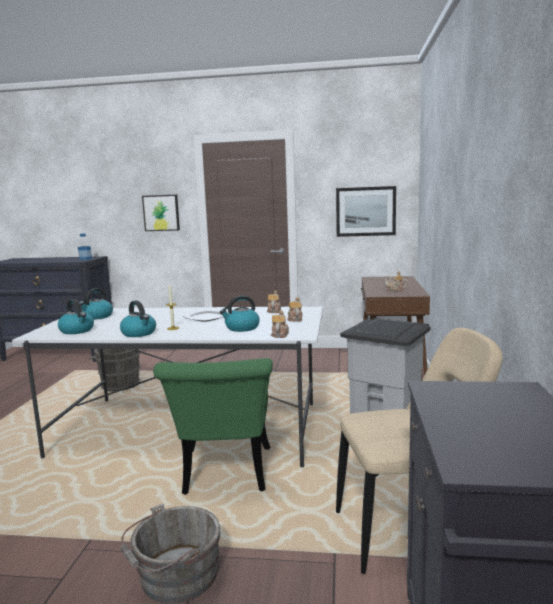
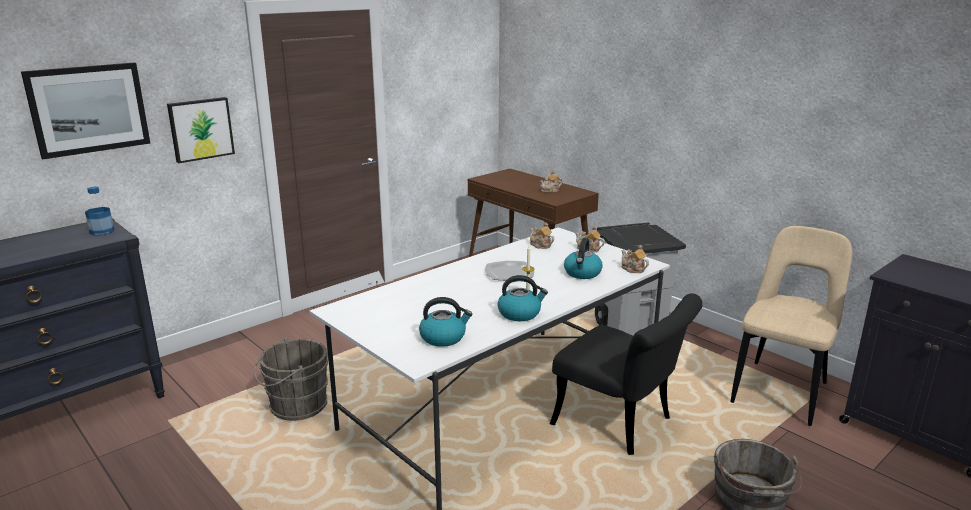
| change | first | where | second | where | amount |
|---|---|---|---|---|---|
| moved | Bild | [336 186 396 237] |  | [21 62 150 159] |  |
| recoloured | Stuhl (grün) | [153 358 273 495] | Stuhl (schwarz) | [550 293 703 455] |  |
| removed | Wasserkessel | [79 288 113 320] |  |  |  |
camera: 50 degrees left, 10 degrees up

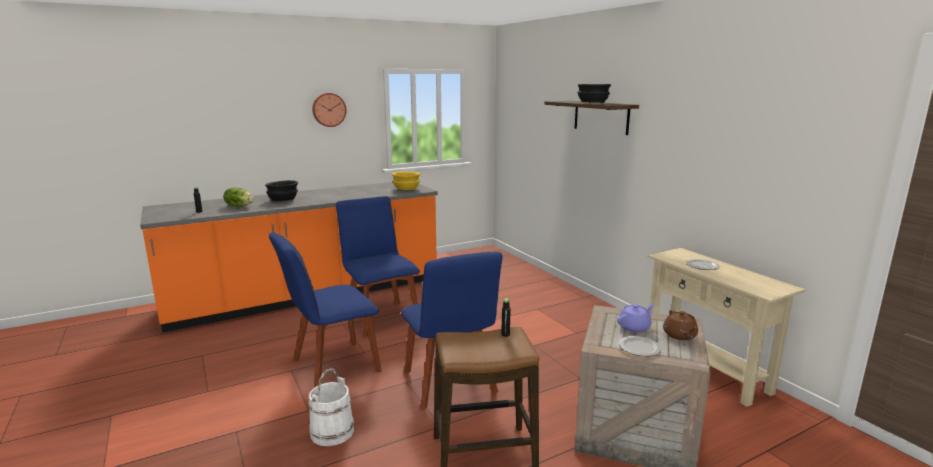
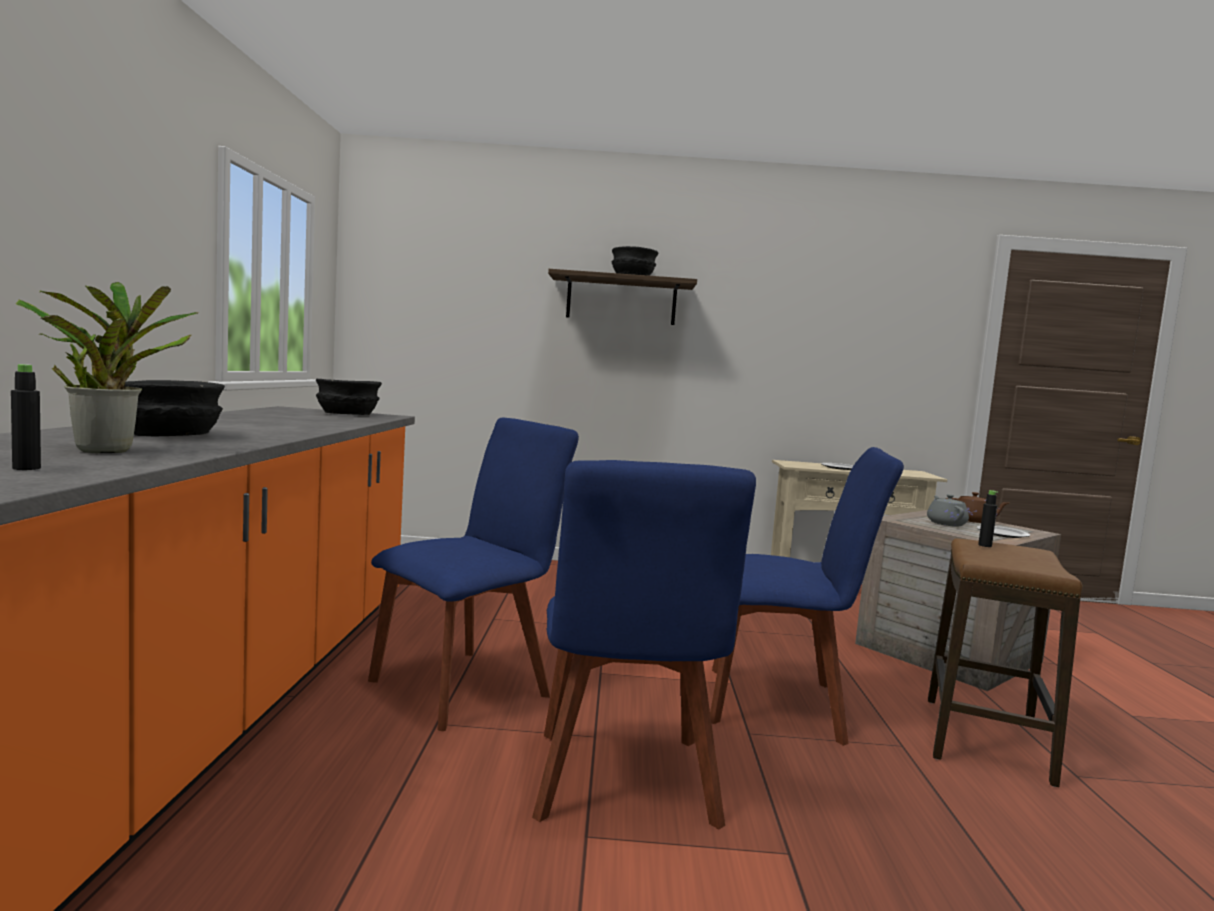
| change | first | where | second | where | amount |
|---|---|---|---|---|---|
| replaced | Salatkopf | [223 187 254 207] | Topfpflanze | [16 282 198 453] |  |
| recoloured | Schüssel (gelb) | [392 172 420 190] | Schüssel (schwarz) | [316 379 382 415] |  |
| turned | Stuhl (blau) | [336 196 420 337] |  | [368 418 579 731] | 135 degrees clockwise |
| recoloured | Teekanne (lila) | [617 304 655 333] | Teekanne (grau) | [927 494 969 527] |  |
| removed | Eimer (weiß) | [309 368 354 446] |  |  |  |
| removed | Wanduhr | [312 93 346 127] |  |  |  |
camera: 60 degrees left, 10 degrees down

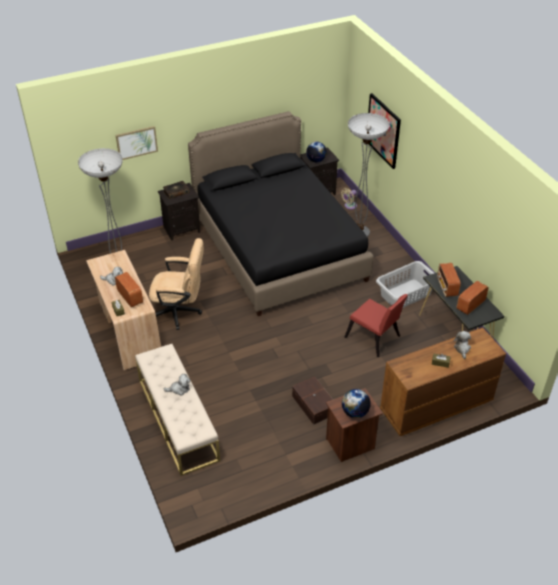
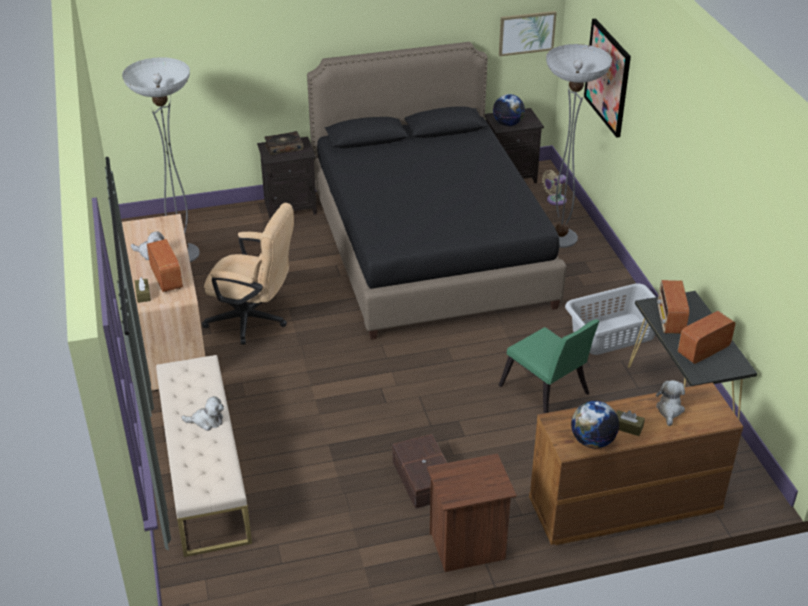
| change | first | where | second | where | amount |
|---|---|---|---|---|---|
| moved | Bild | [116 126 158 160] |  | [499 11 557 56] |  |
| recoloured | Stuhl (rot) | [344 294 408 357] | Stuhl (grün) | [499 319 599 413] |  |
| moved | Globus | [342 389 371 418] |  | [571 401 619 448] |  |
camera: 10 degrees right, 5 degrees down

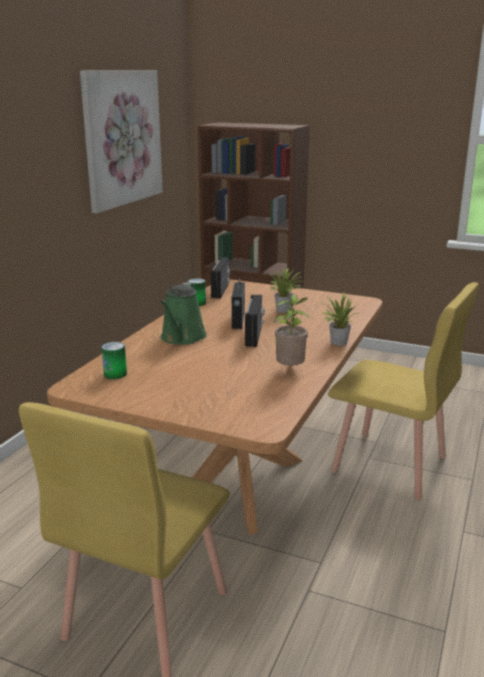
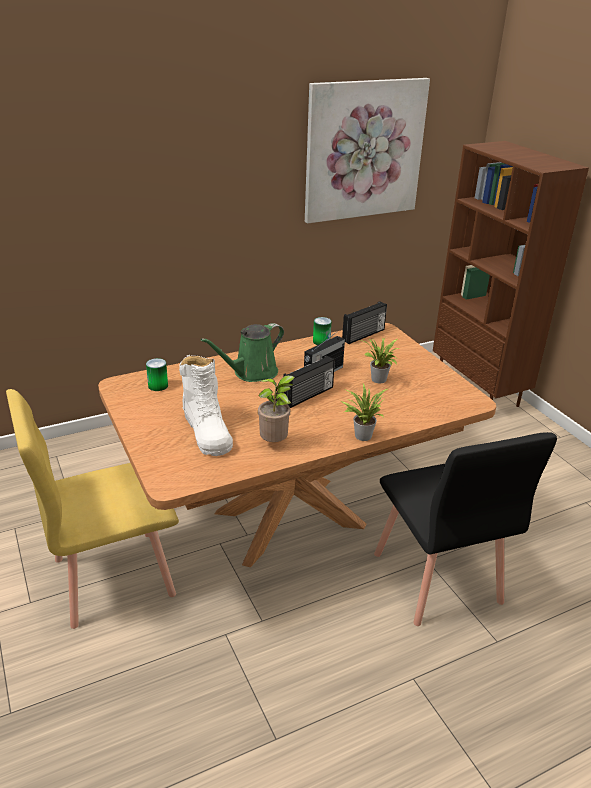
| change | first | where | second | where | amount |
|---|---|---|---|---|---|
| added |  |  | Stiefel (weiß) | [179 355 233 456] |  |
| recoloured | Stuhl (gelb) | [328 282 479 500] | Stuhl (schwarz) | [374 432 557 626] |  |
camera: 40 degrees right, 10 degrees up

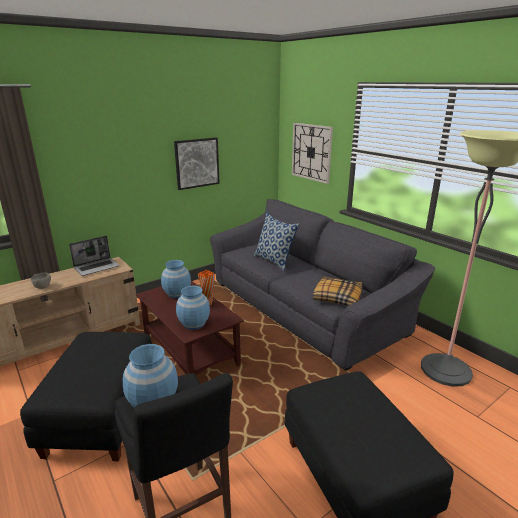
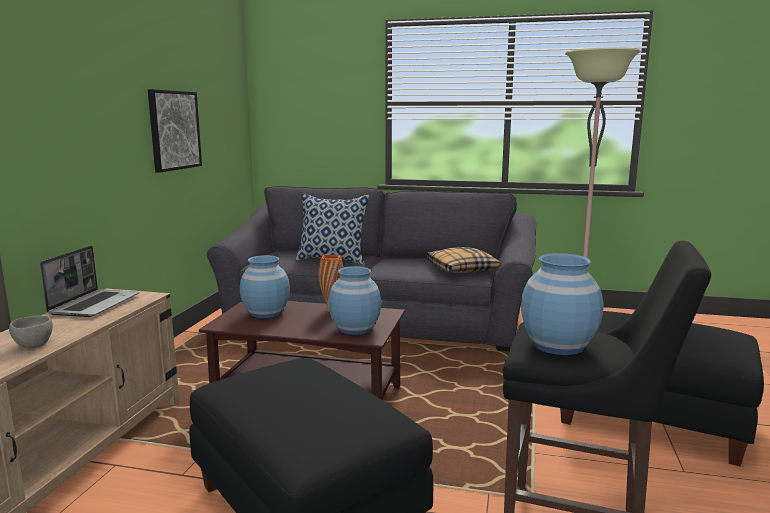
| change | first | where | second | where | amount |
|---|---|---|---|---|---|
| removed | Wanduhr | [292 123 333 184] |  |  |  |
camera: 40 degrees left, 10 degrees down

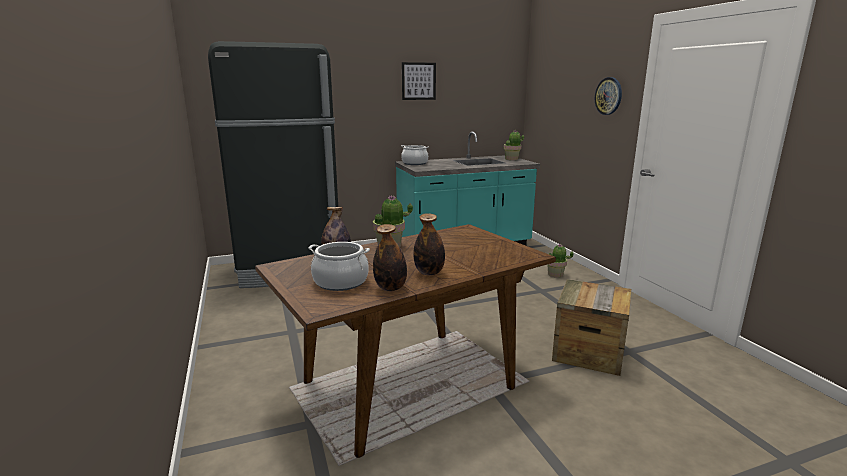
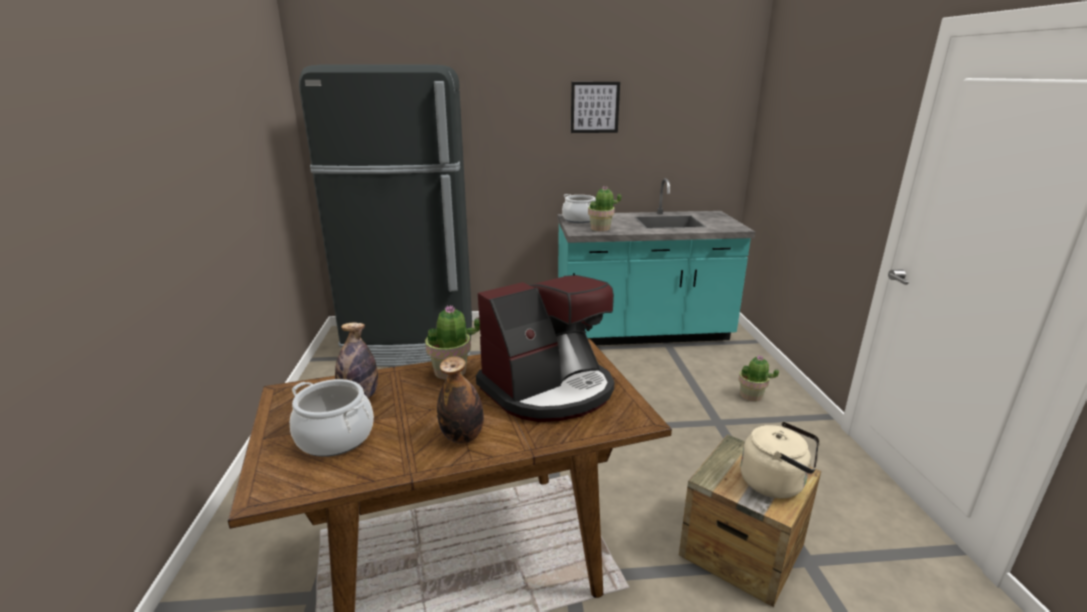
| change | first | where | second | where | amount |
|---|---|---|---|---|---|
| added |  |  | Kaffeemaschine | [476 275 614 422] |  |
| moved | Topfpflanze | [503 130 524 160] |  | [588 186 621 232] |  |
| added |  |  | Wasserkessel (beige) | [740 422 820 498] |  |
| removed | Flasche | [373 224 407 291] |  |  |  |
| removed | Wanduhr | [595 77 622 115] |  |  |  |
camera: 15 degrees right, 5 degrees up

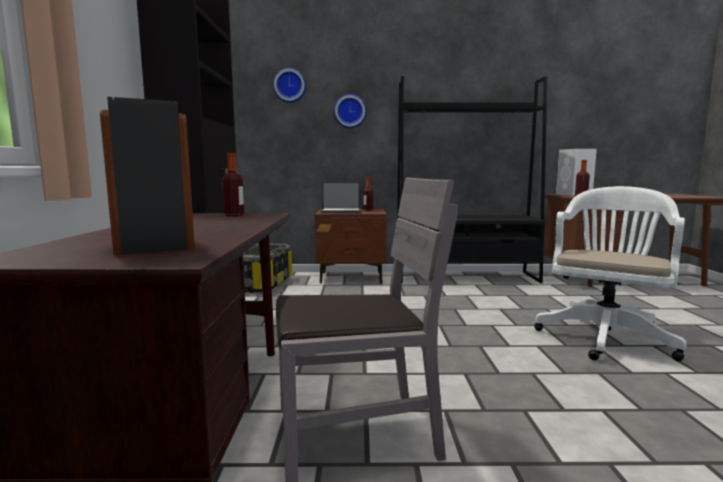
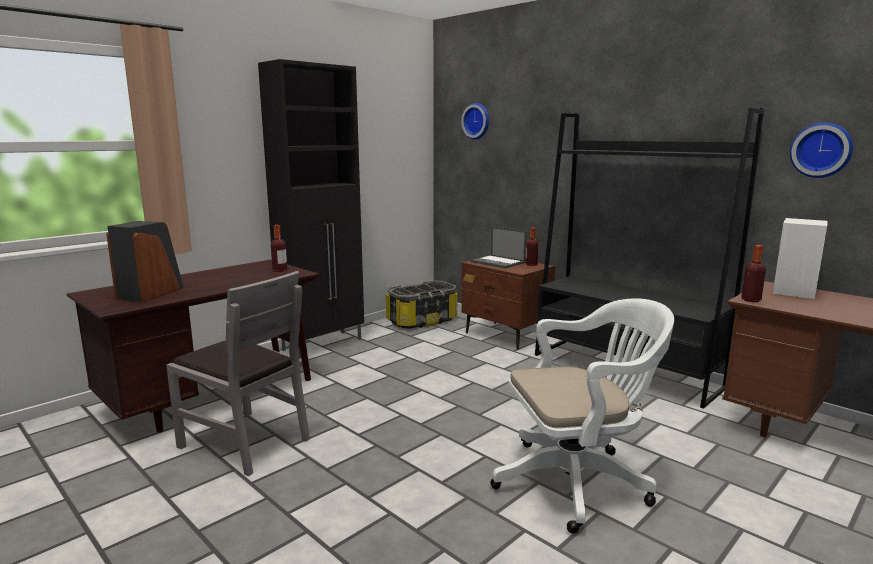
| change | first | where | second | where | amount |
|---|---|---|---|---|---|
| moved | Wanduhr | [334 94 367 128] |  | [790 123 853 178] |  |
camera: 45 degrees right, 5 degrees up

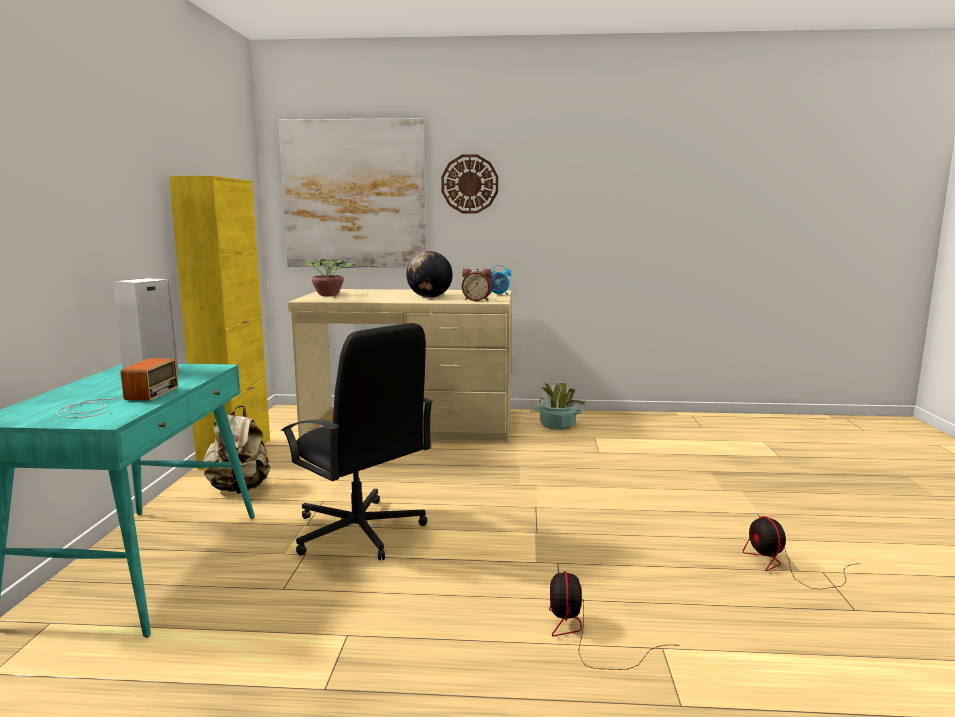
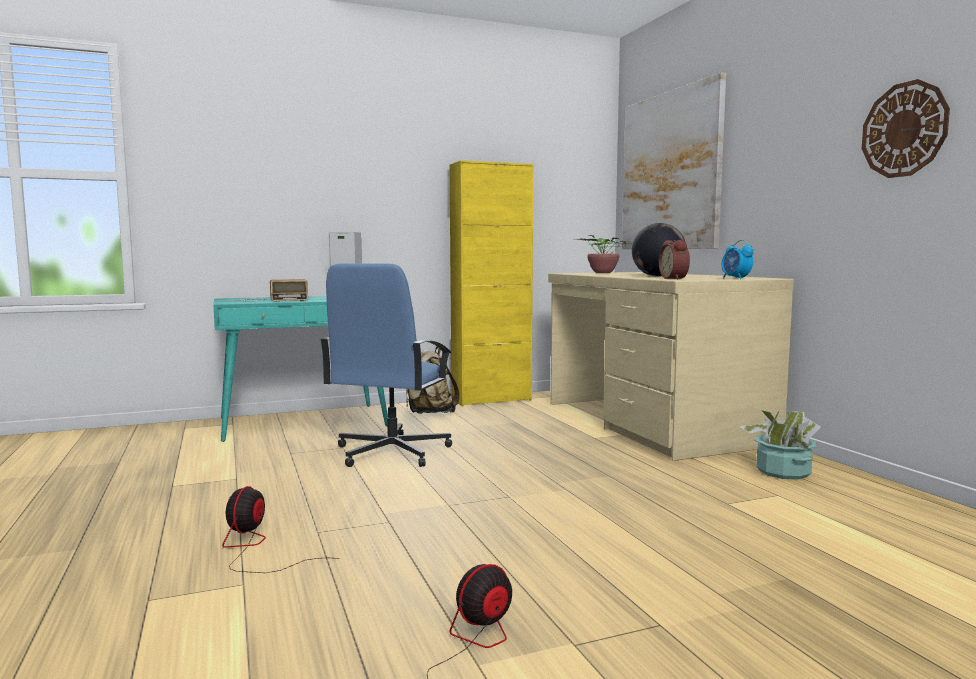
| change | first | where | second | where | amount |
|---|---|---|---|---|---|
| turned | Ventilator | [549 571 680 670] |  | [222 486 339 573] | 60 degrees counterclockwise |
| recoloured | Bürostuhl (schwarz) | [281 323 433 560] | Bürostuhl (blau) | [320 263 452 467] |  |
| moved | Wanduhr | [441 154 498 213] |  | [862 79 950 178] |  |
camera: 65 degrees right, 5 degrees down

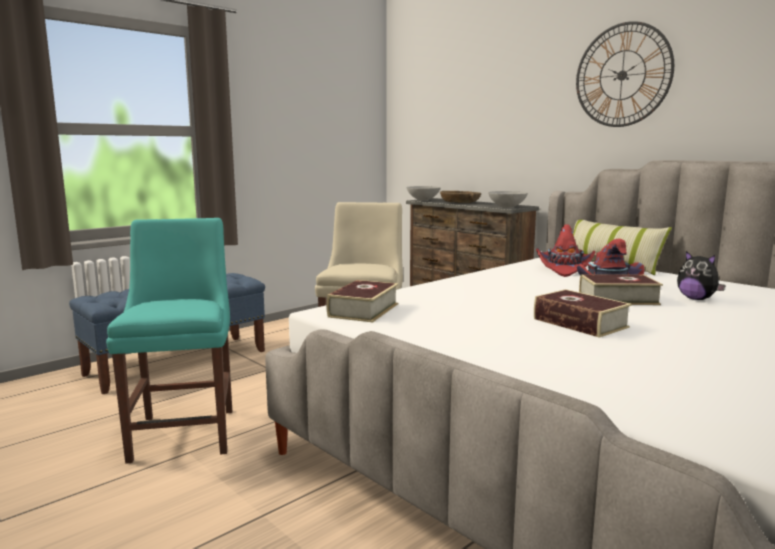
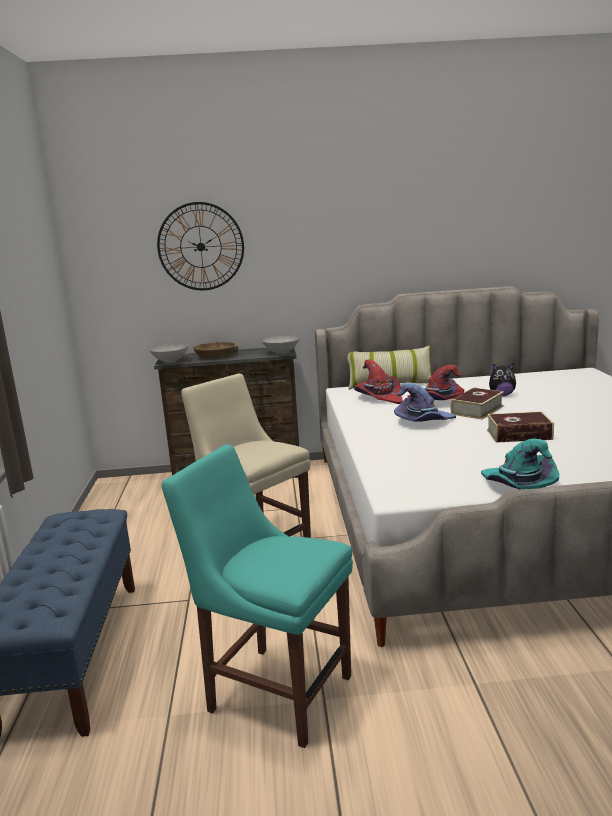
| change | first | where | second | where | amount |
|---|---|---|---|---|---|
| moved | Wanduhr | [576 21 674 127] |  | [157 202 244 290] |  |
| added |  |  | Hut (lila) | [394 383 456 422] |  |
| added |  |  | Hut (türkis) | [481 439 559 489] |  |
| removed | Buch | [326 280 399 322] |  |  |  |
camera: 50 degrees left, 5 degrees up

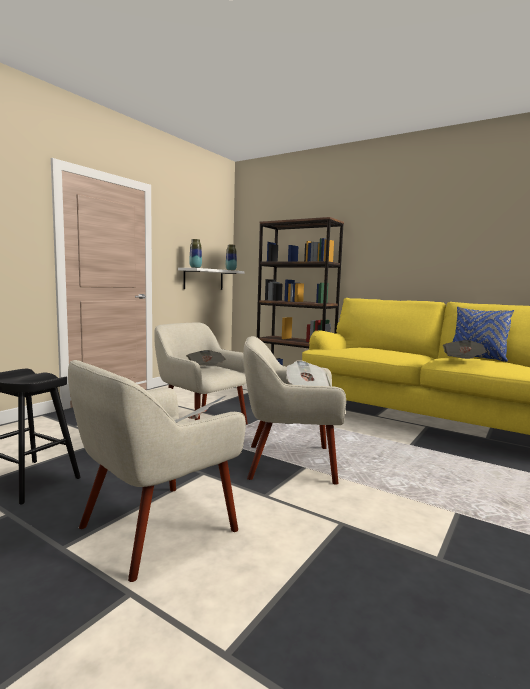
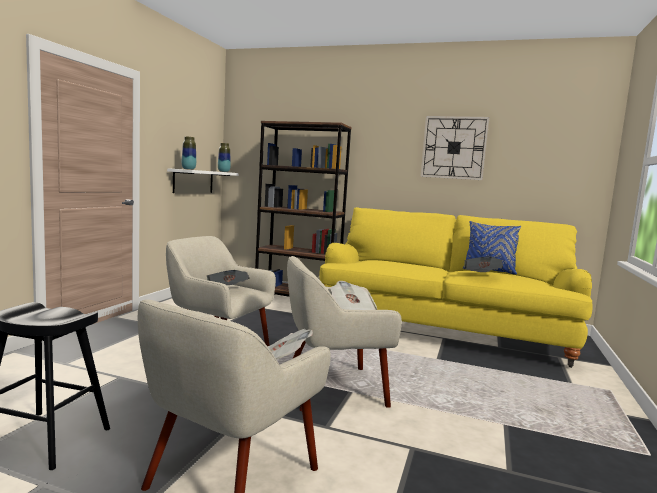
| change | first | where | second | where | amount |
|---|---|---|---|---|---|
| added |  |  | Wanduhr | [421 116 489 180] |  |
camera: 15 degrees left, 0 degrees up

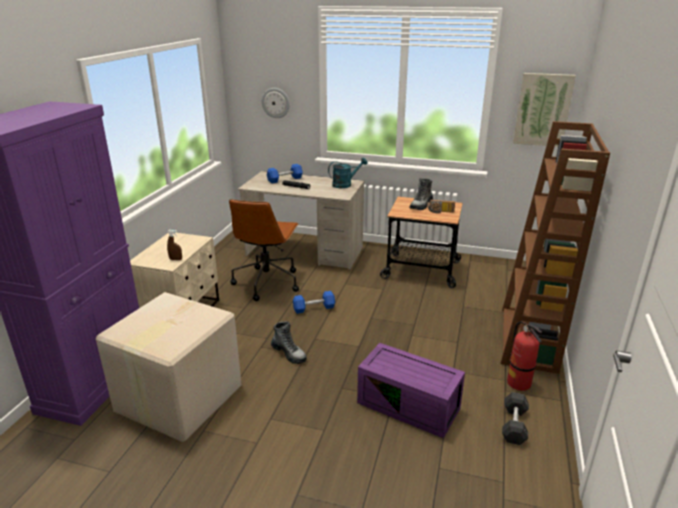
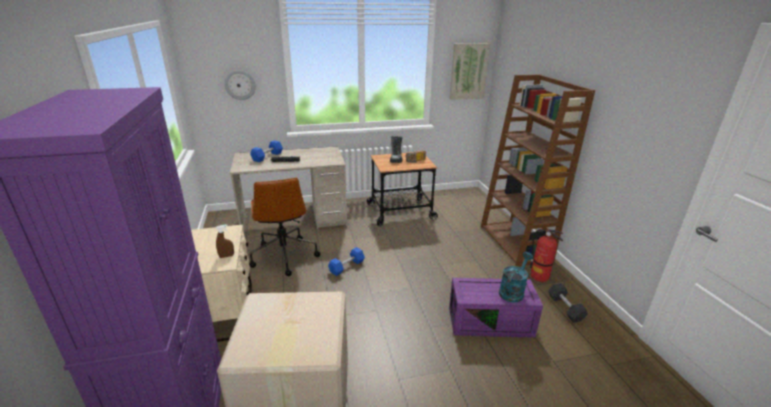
| change | first | where | second | where | amount |
|---|---|---|---|---|---|
| moved | Gießkanne (türkis) | [328 157 367 188] |  | [499 252 533 303] |  |
| removed | Stiefel | [271 321 307 364] |  |  |  |
camera: 30 degrees left, 0 degrees up

